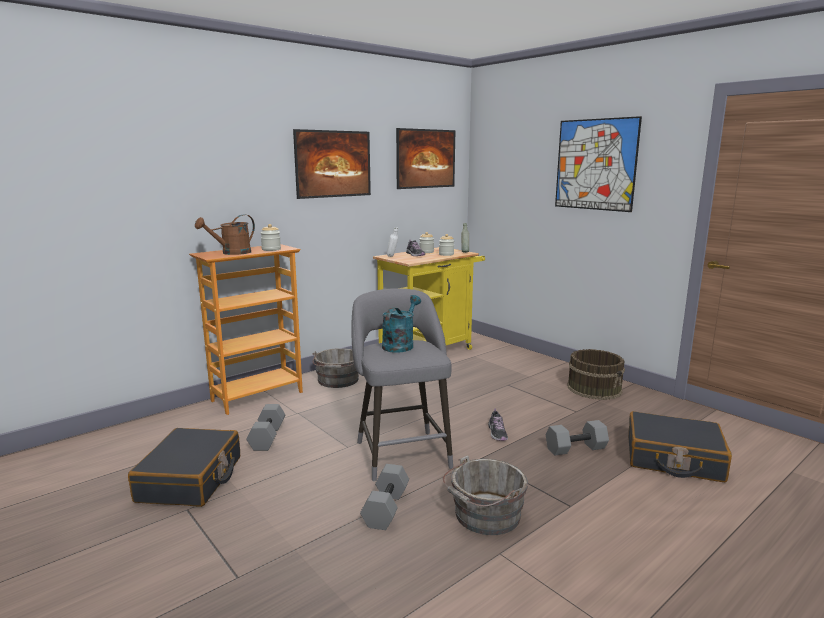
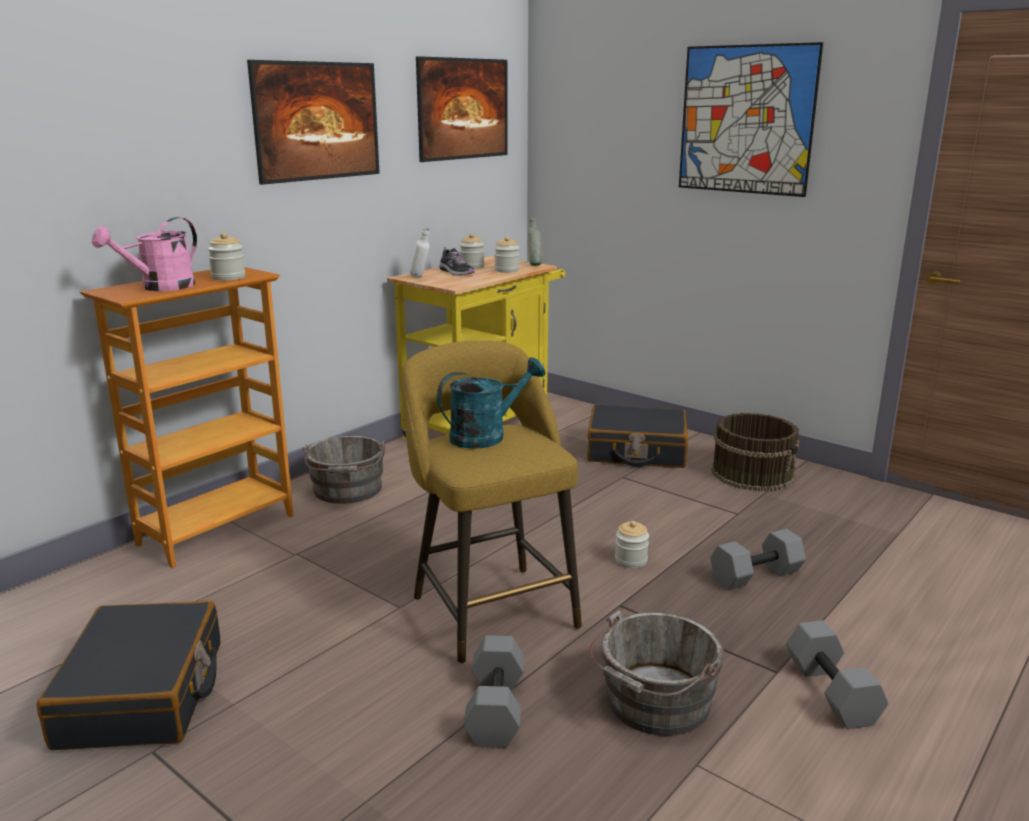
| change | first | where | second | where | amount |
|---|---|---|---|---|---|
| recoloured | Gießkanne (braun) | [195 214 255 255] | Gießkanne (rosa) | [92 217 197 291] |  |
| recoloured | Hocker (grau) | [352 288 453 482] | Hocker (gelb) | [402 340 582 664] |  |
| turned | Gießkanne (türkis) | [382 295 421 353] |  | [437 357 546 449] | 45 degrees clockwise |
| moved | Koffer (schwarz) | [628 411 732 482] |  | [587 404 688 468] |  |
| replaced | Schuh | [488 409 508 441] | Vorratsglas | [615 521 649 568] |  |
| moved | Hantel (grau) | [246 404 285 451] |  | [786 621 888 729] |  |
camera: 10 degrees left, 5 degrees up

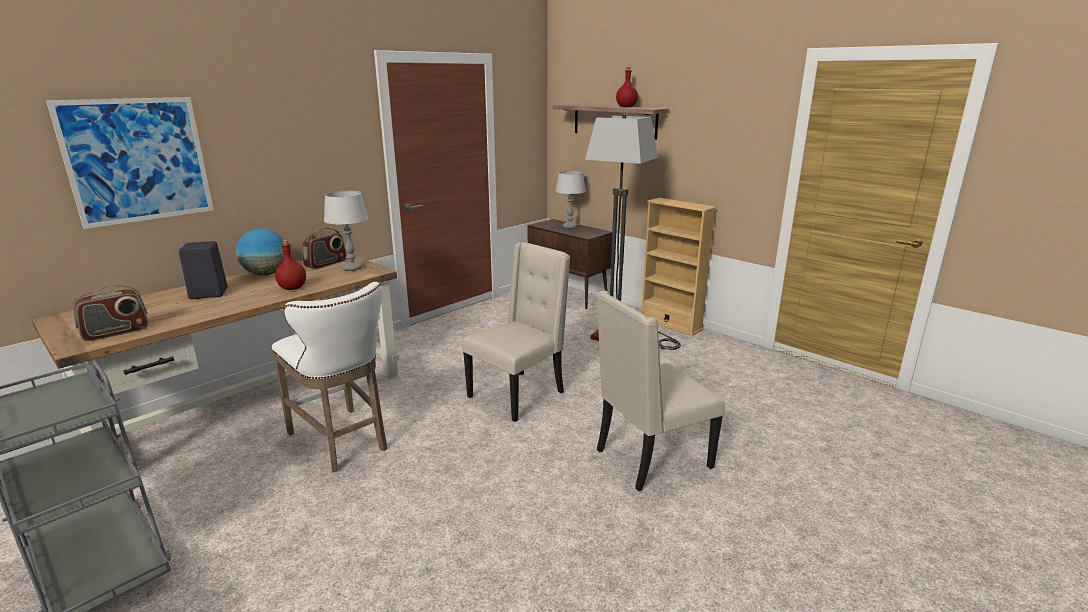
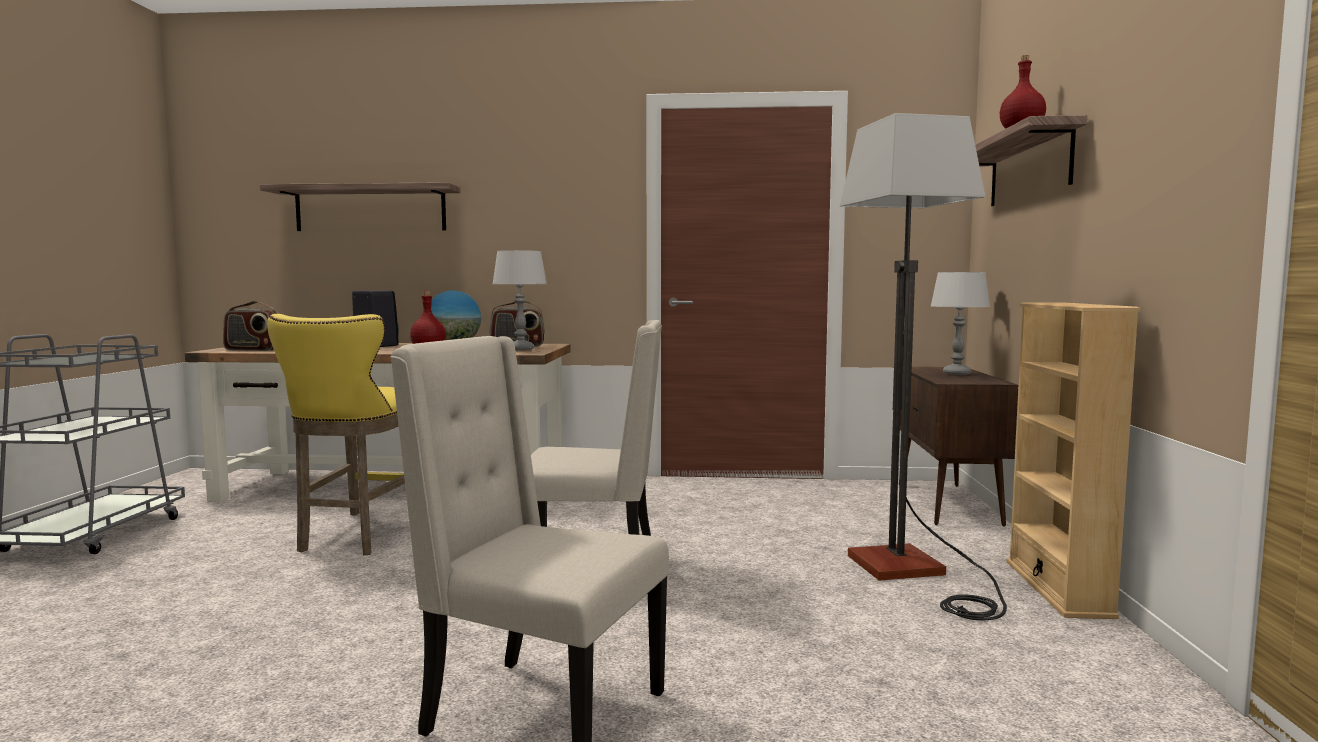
| change | first | where | second | where | amount |
|---|---|---|---|---|---|
| replaced | Bild | [46 97 214 229] | Wandregal | [260 182 461 231] |  |
| recoloured | Hocker (weiß) | [271 282 387 472] | Hocker (gelb) | [267 314 405 555] |  |
camera: 50 degrees right, 15 degrees down

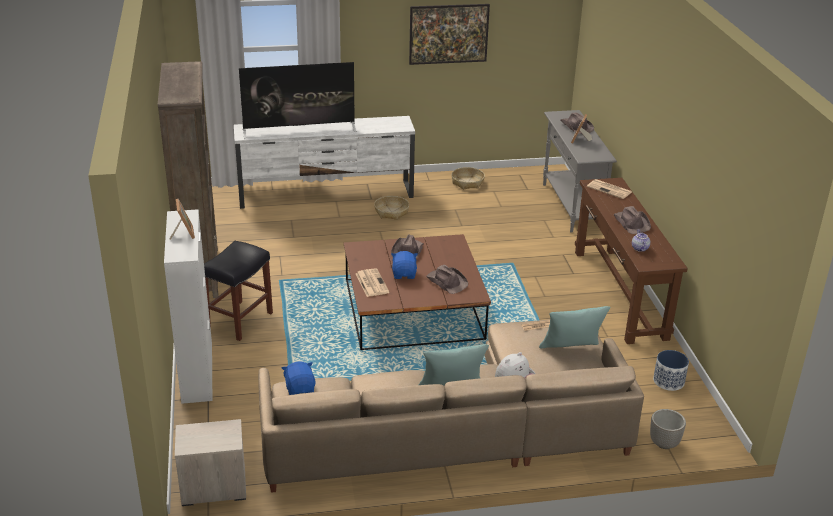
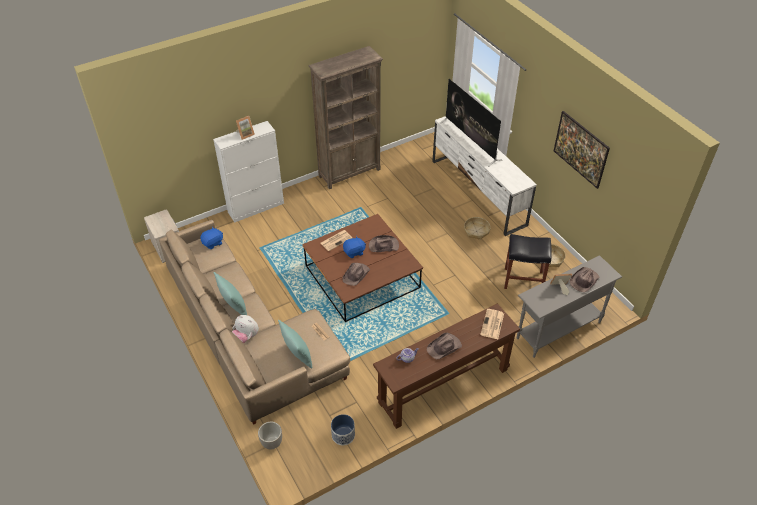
| change | first | where | second | where | amount |
|---|---|---|---|---|---|
| moved | Hocker (schwarz) | [204 241 273 341] |  | [504 234 551 289] |  |
camera: 70 degrees right, 15 degrees up

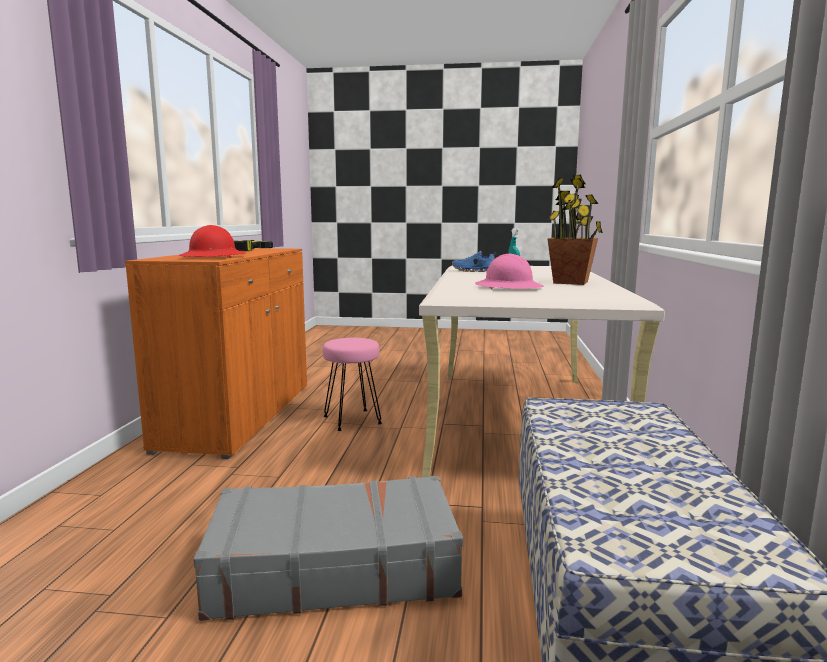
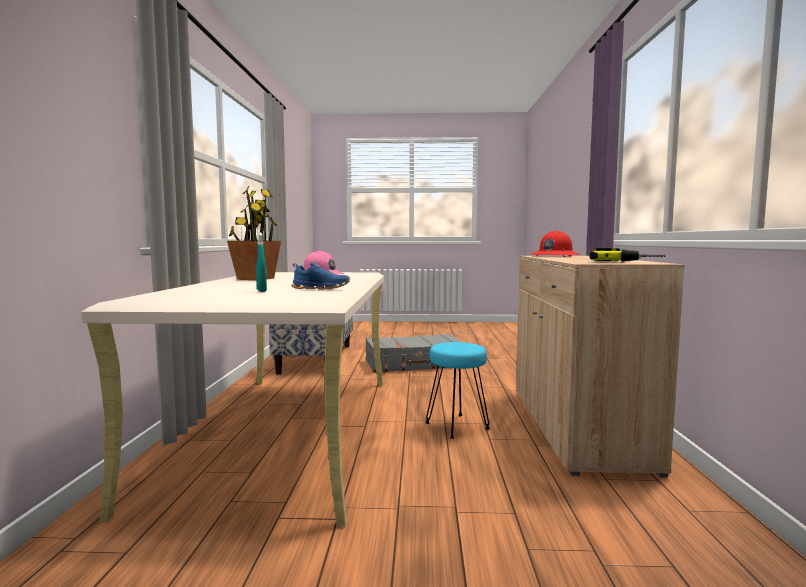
| change | first | where | second | where | amount |
|---|---|---|---|---|---|
| recoloured | Hocker (rosa) | [323 338 382 431] | Hocker (türkis) | [425 342 490 439] |  |
| recoloured | Schrank (orange) | [125 248 307 459] | Schrank (beige) | [516 256 685 478] |  |
camera: 175 degrees right, 5 degrees down

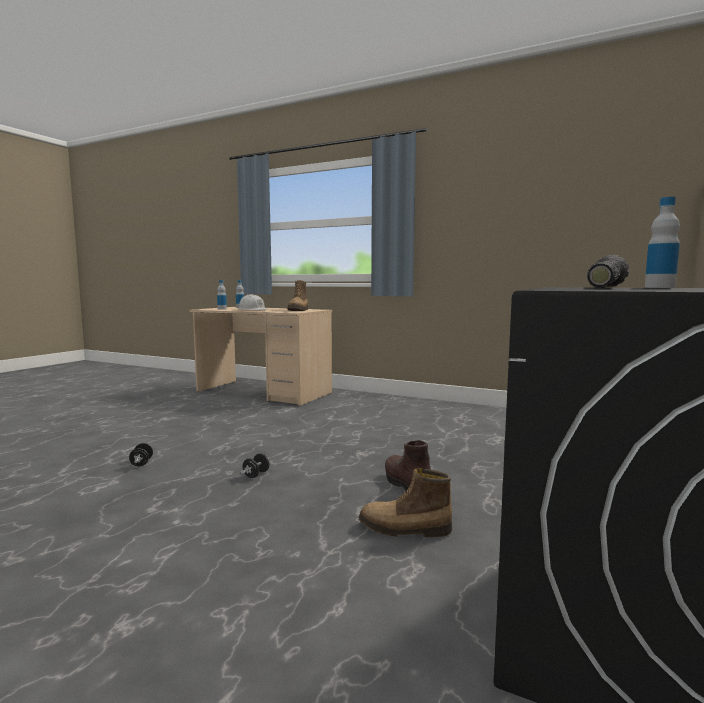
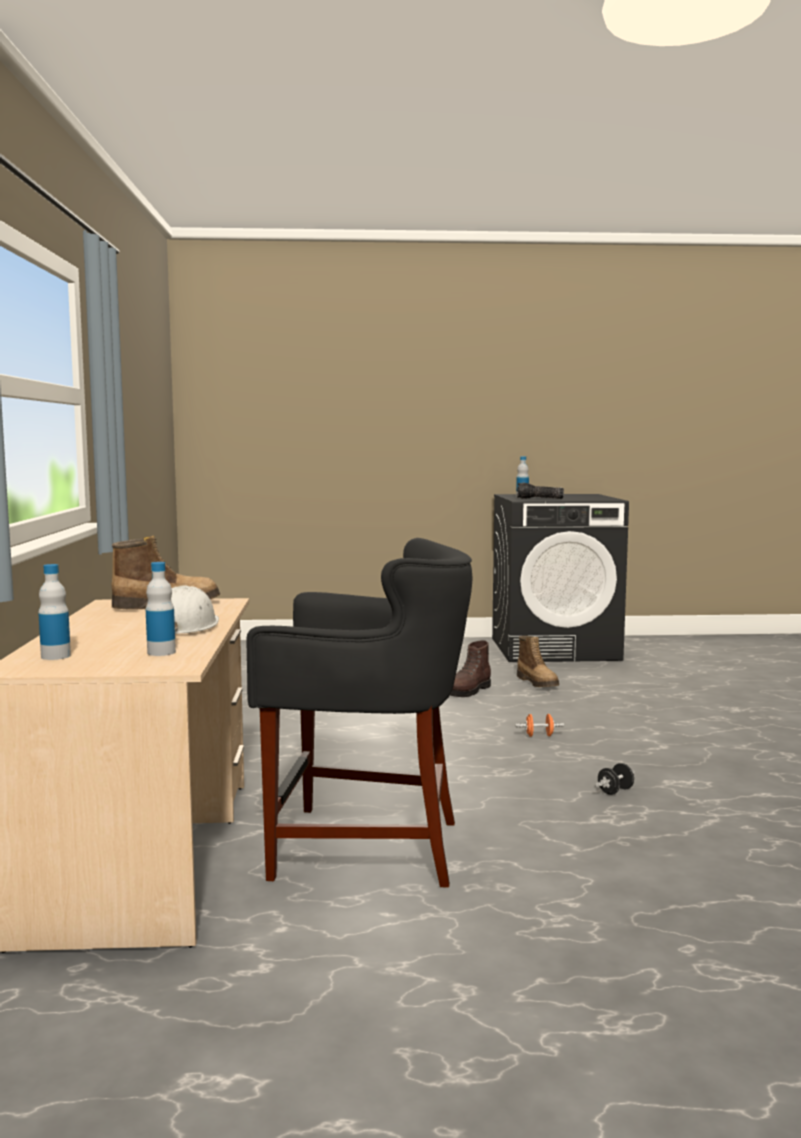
| change | first | where | second | where | amount |
|---|---|---|---|---|---|
| added |  |  | Hocker (schwarz) | [246 538 472 888] |  |
| recoloured | Hantel (schwarz) | [241 453 270 478] | Hantel (orange) | [515 714 564 737] |  |
camera: 120 degrees left, 0 degrees up

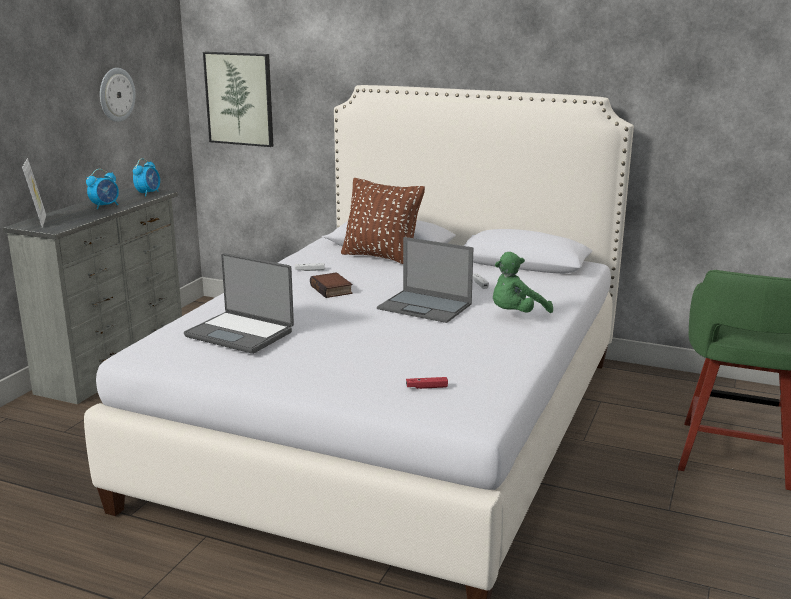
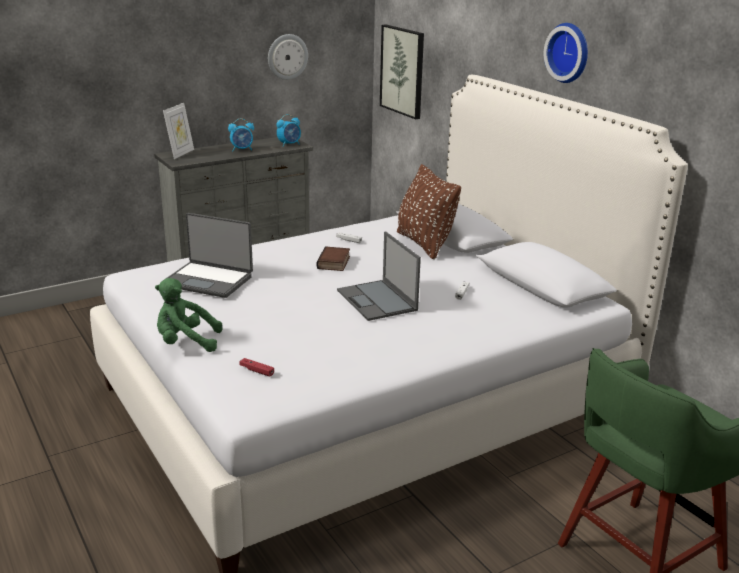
| change | first | where | second | where | amount |
|---|---|---|---|---|---|
| moved | Plüschtier (grün) | [493 252 553 313] |  | [155 278 222 352] |  |
| turned | Laptop | [184 253 294 354] |  | [161 213 253 298] | 45 degrees counterclockwise |
| added |  |  | Wanduhr | [544 23 588 83] |  |
camera: 35 degrees right, 5 degrees up

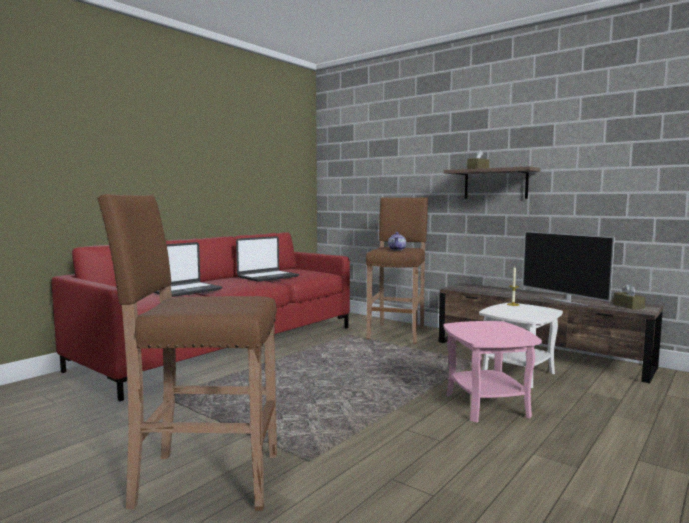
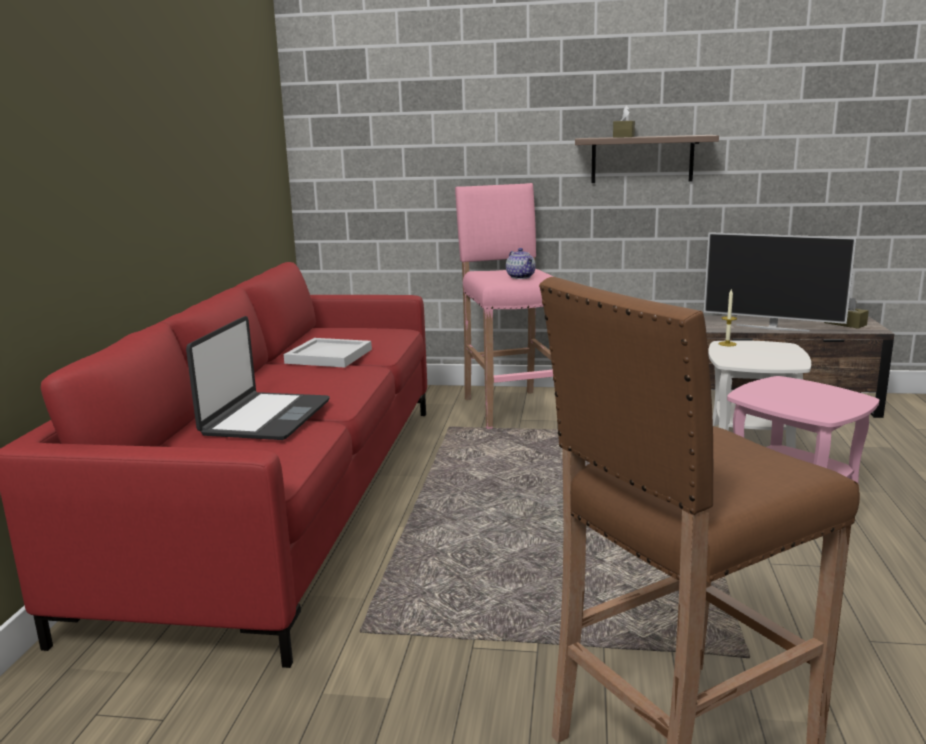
| change | first | where | second | where | amount |
|---|---|---|---|---|---|
| replaced | Laptop | [236 236 299 282] | Tablett (weiß) | [284 338 372 368] |  |
| recoloured | Hocker (braun) | [366 197 428 344] | Hocker (rosa) | [455 183 554 429] |  |
camera: 30 degrees left, 10 degrees up

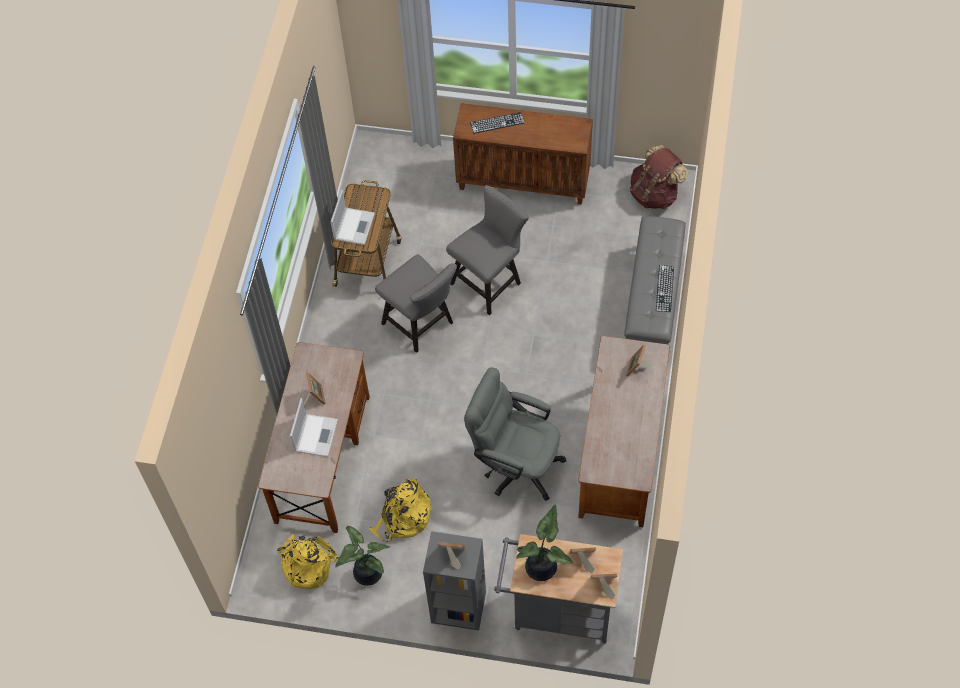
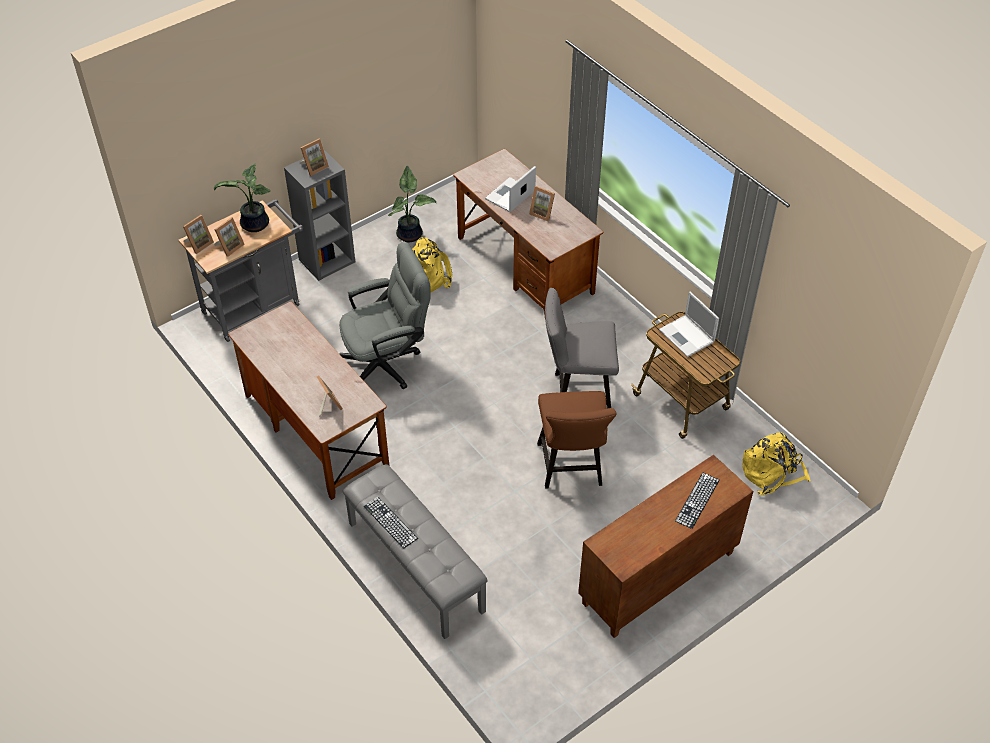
| change | first | where | second | where | amount |
|---|---|---|---|---|---|
| turned | Laptop | [290 398 338 457] |  | [485 166 536 212] | 75 degrees clockwise |
| recoloured | Stuhl (grau) | [446 185 529 315] | Stuhl (braun) | [537 391 617 488] |  |
| moved | Rucksack (gelb) | [277 534 338 589] |  | [743 432 811 495] |  |
| removed | Rucksack (braun) | [630 145 688 209] |  |  |  |
camera: 130 degrees right, 10 degrees down

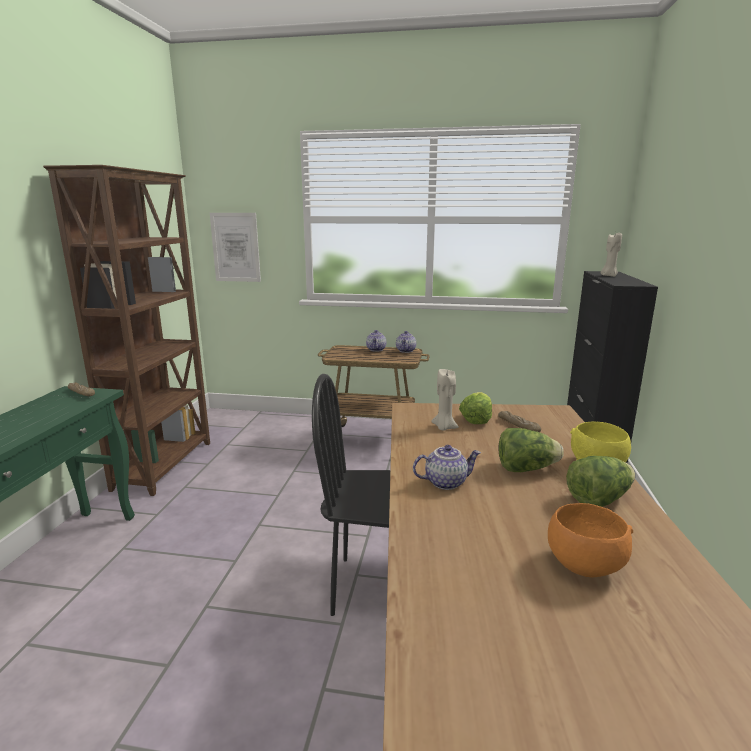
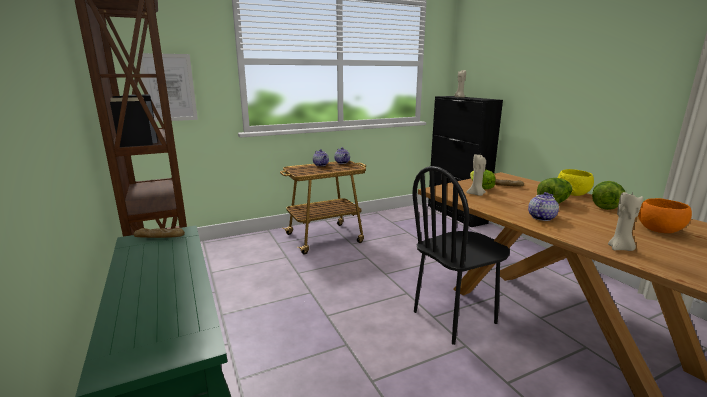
| change | first | where | second | where | amount |
|---|---|---|---|---|---|
| added |  |  | Kerze (beige) | [608 192 643 251] |  |
camera: 35 degrees left, 0 degrees up

